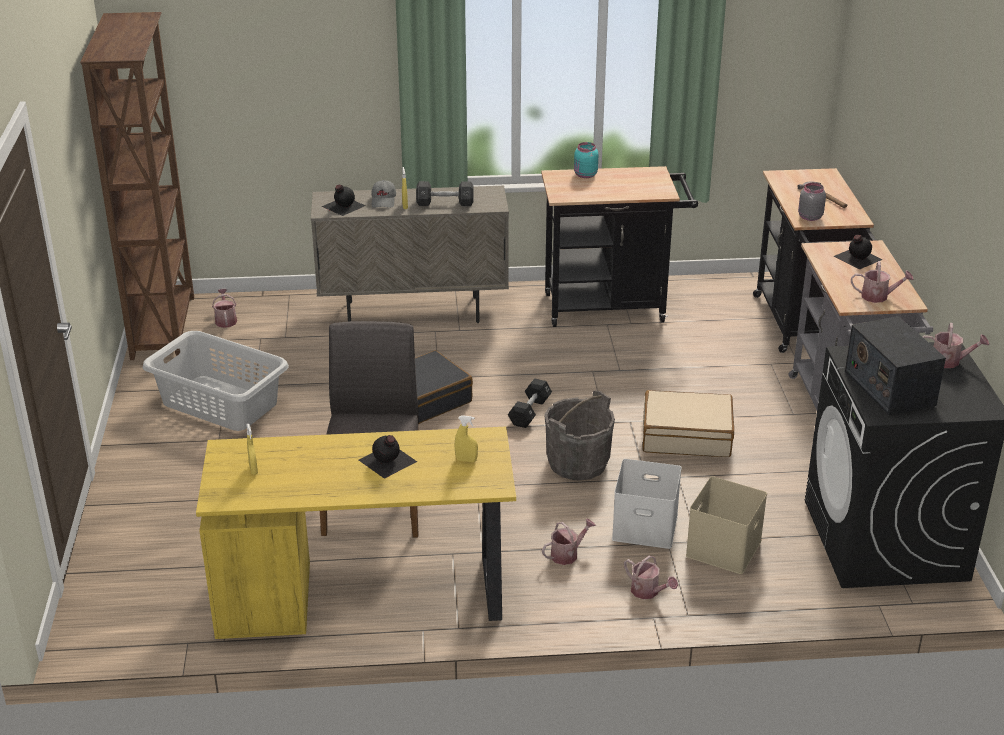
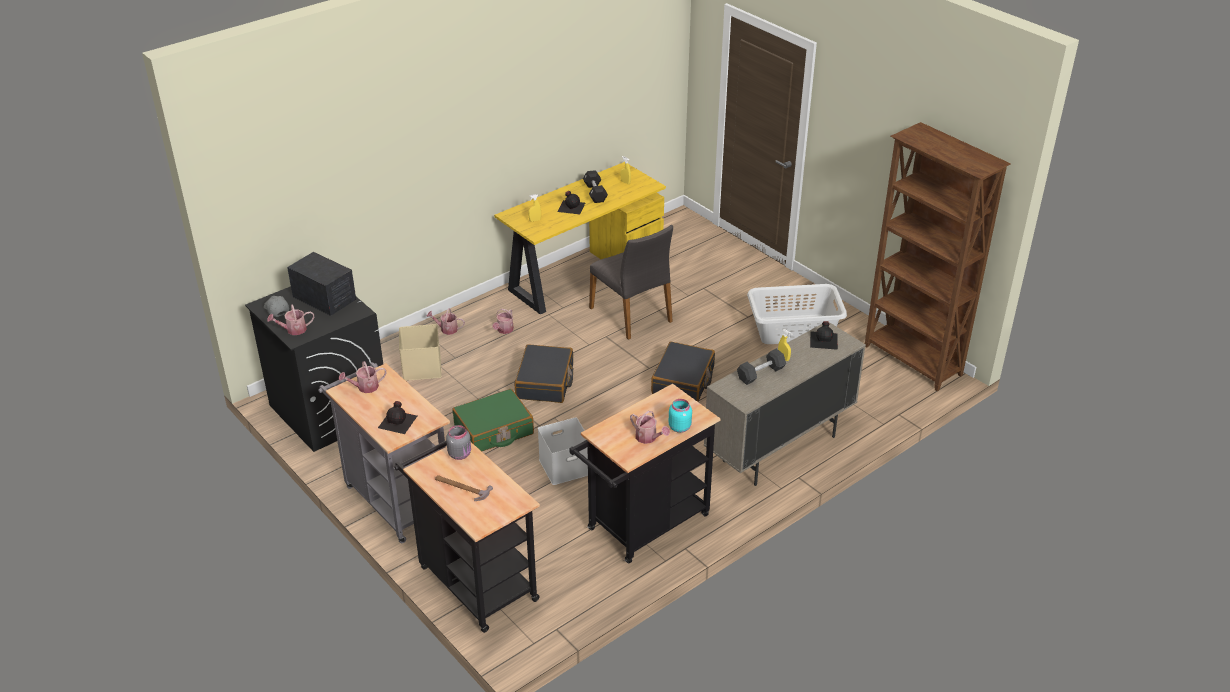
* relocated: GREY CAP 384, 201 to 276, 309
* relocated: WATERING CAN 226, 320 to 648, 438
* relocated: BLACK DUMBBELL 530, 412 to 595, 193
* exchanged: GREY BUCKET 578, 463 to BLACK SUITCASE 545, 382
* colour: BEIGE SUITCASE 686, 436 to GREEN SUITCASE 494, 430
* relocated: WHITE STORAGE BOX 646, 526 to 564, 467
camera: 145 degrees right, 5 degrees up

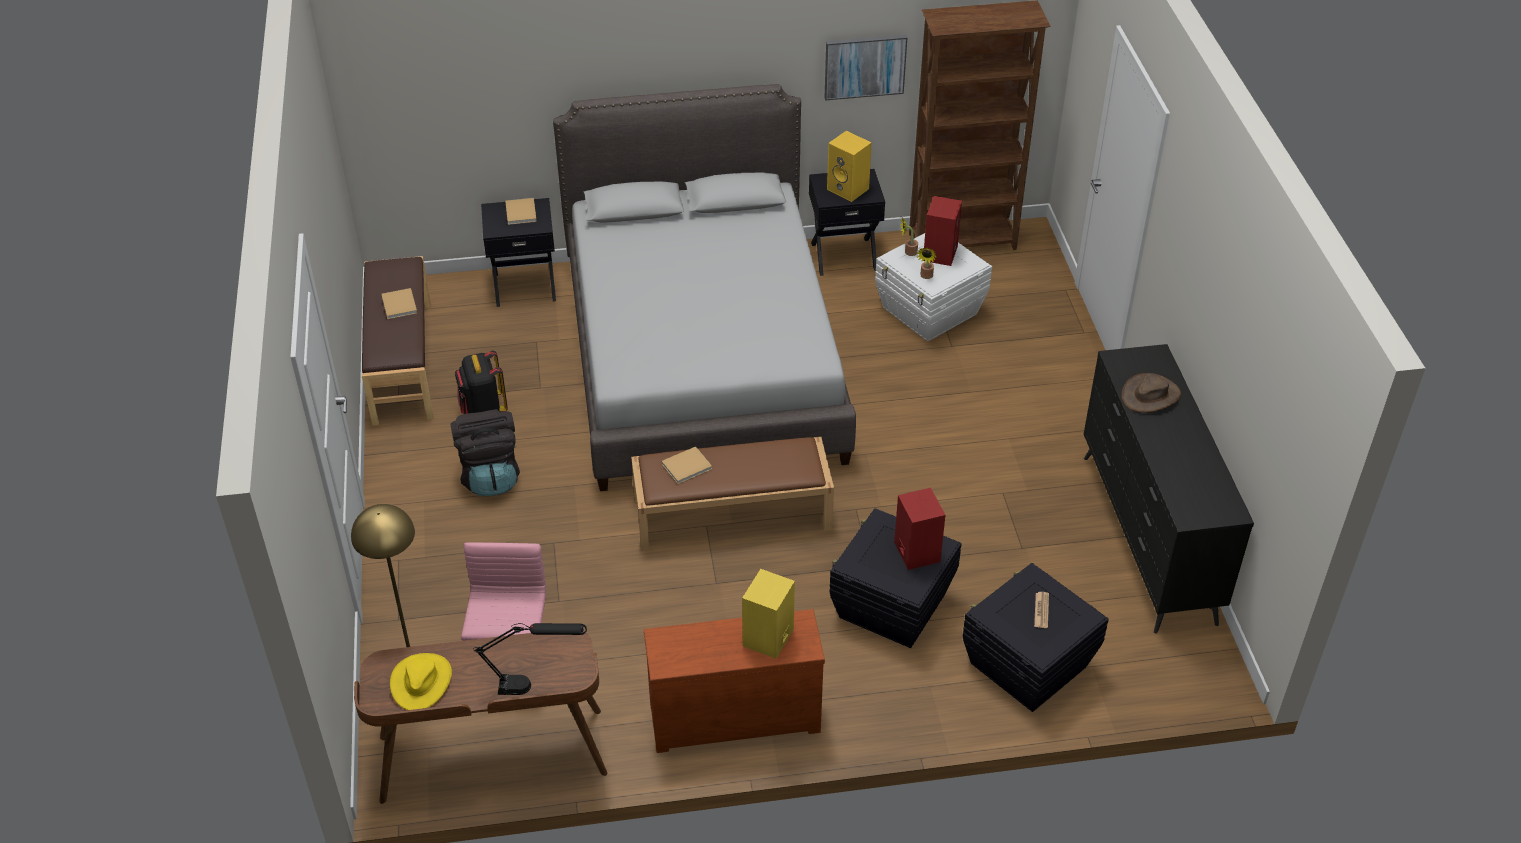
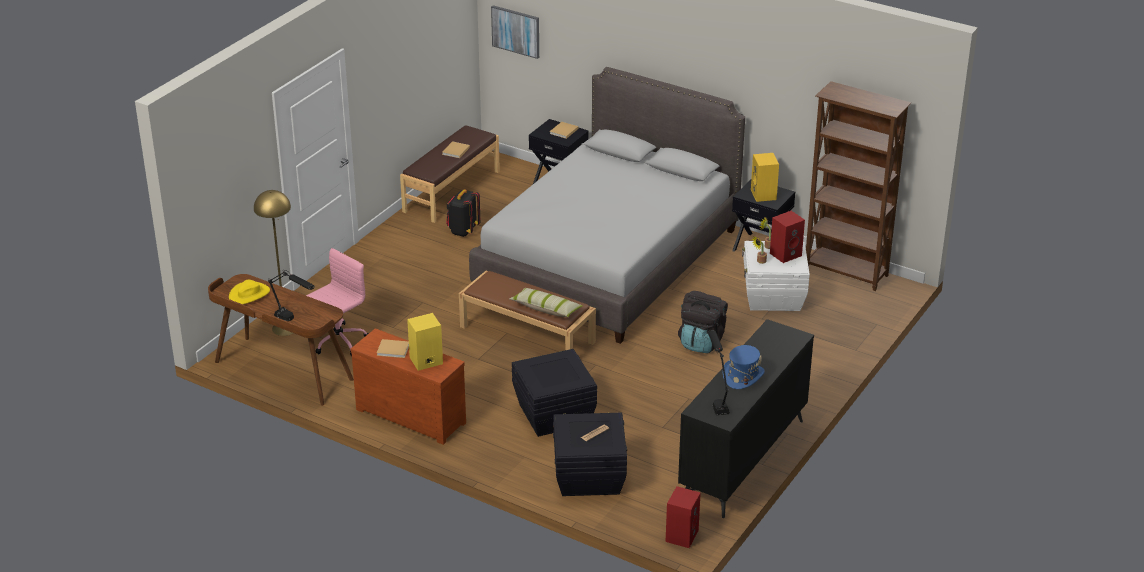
* relocated: PICTURE 864, 66 to 516, 31
* missing: BROWN HAT 1150, 395
* relocated: BLACK BACKPACK 490, 476 to 701, 342
* relocated: BEIGE BOOK 688, 466 to 394, 350
* relocated: RED SPEAKER 915, 551 to 681, 535
* appeared: PILLOW 546, 309
* appeared: BLACK TABLE LAMP 717, 399
* appeared: BLUE HAT 743, 376
camera: 40 degrees right, 10 degrees down

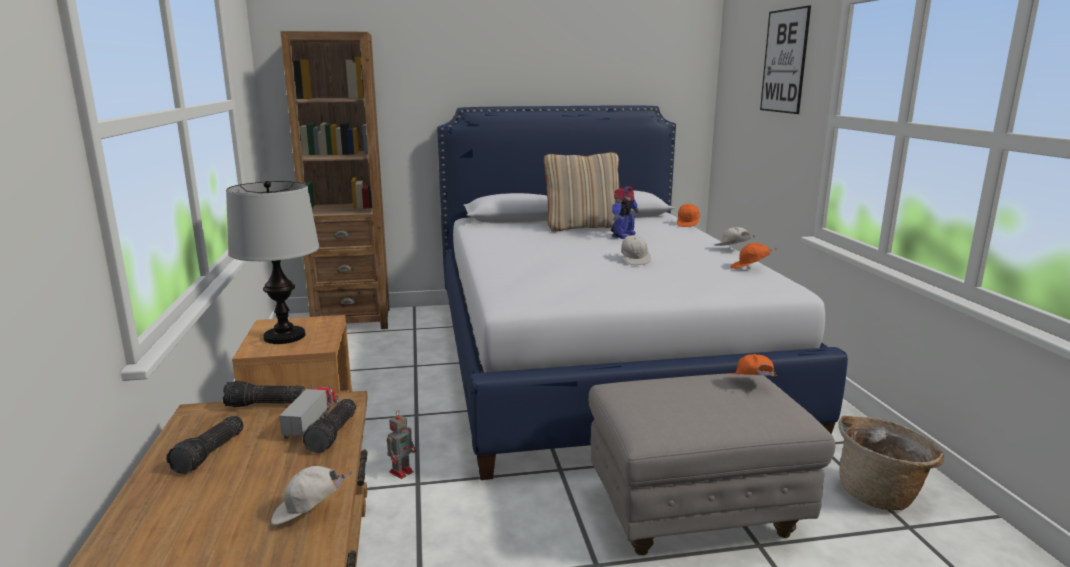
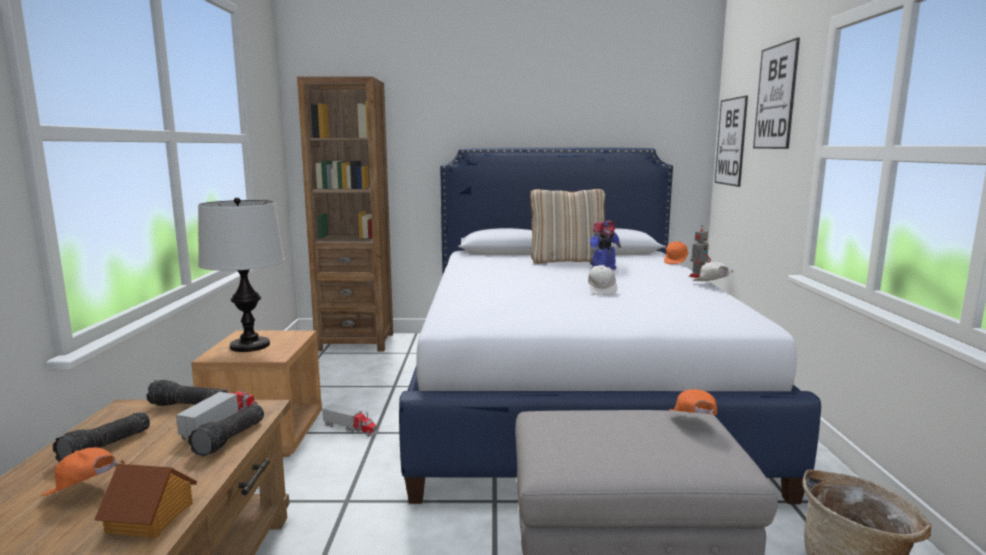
* relocated: ORANGE CAP 750, 268 to 84, 493
* relocated: TOY ROBOT 402, 471 to 698, 276
* exchanged: WHITE CAP 309, 513 to TOY HOUSE 151, 517
* appeared: PICTURE 731, 142
* appeared: TOY TRUCK 351, 428
camera: 10 degrees right, 5 degrees down

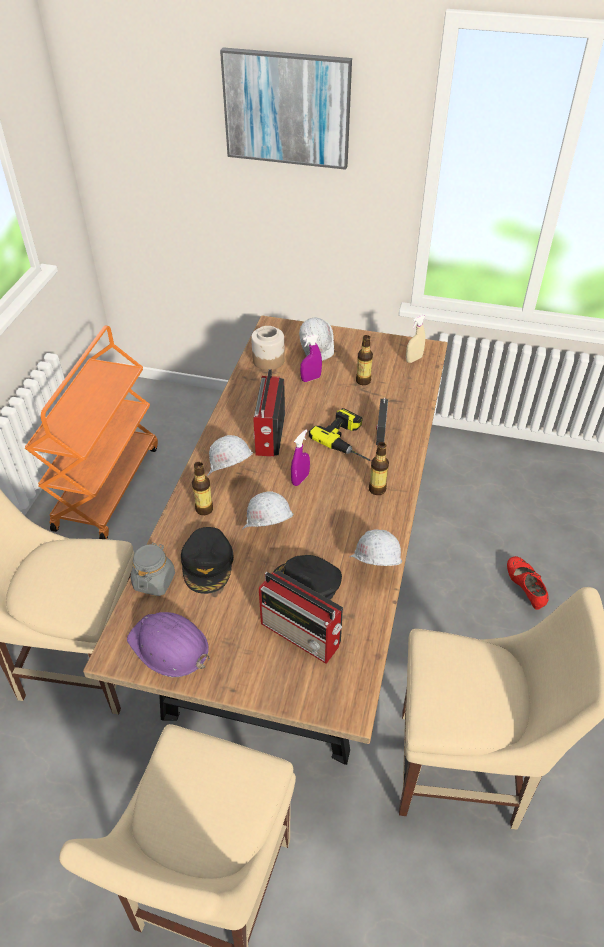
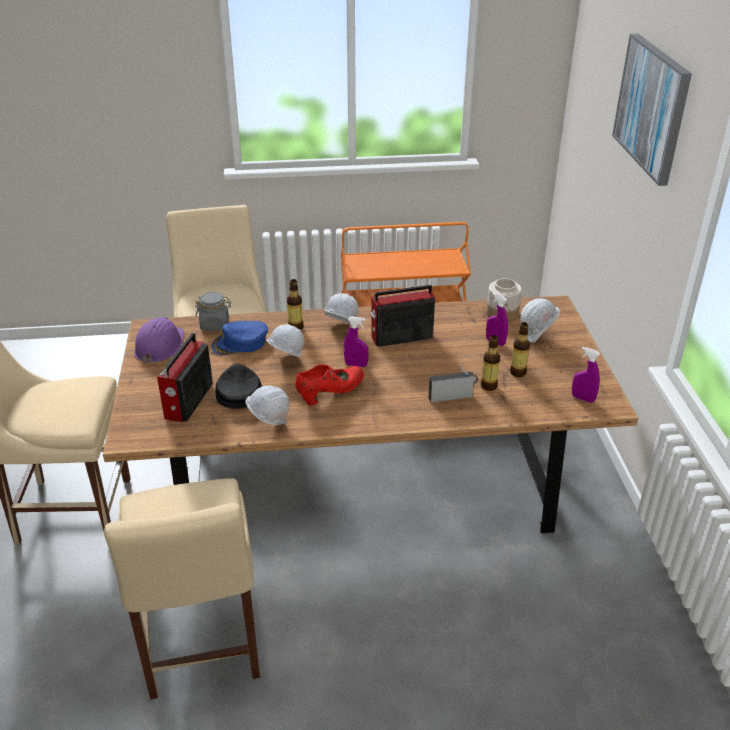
* colour: BEIGE SPRAY BOTTLE 414, 359 to PURPLE SPRAY BOTTLE 583, 398
* missing: POWER DRILL 350, 440
* relocated: BOTTLE 377, 489 to 488, 386
* colour: BLACK CAP 208, 564 to BLUE CAP 240, 343
* relocated: RED SHOE 524, 589 to 331, 393
camera: 70 degrees right, 10 degrees down

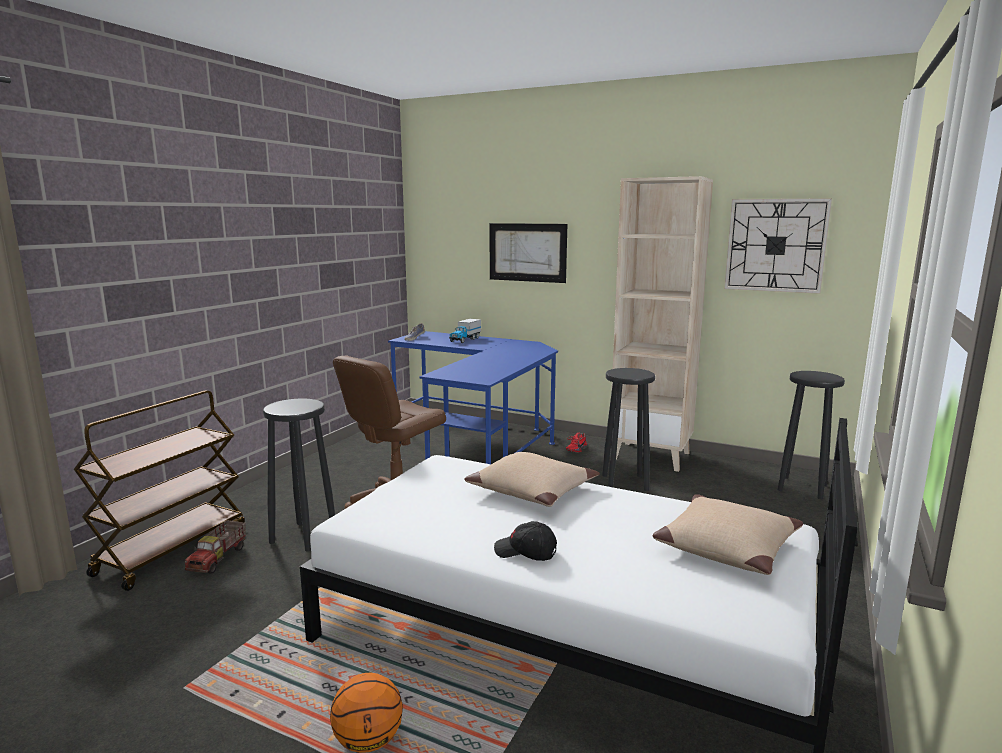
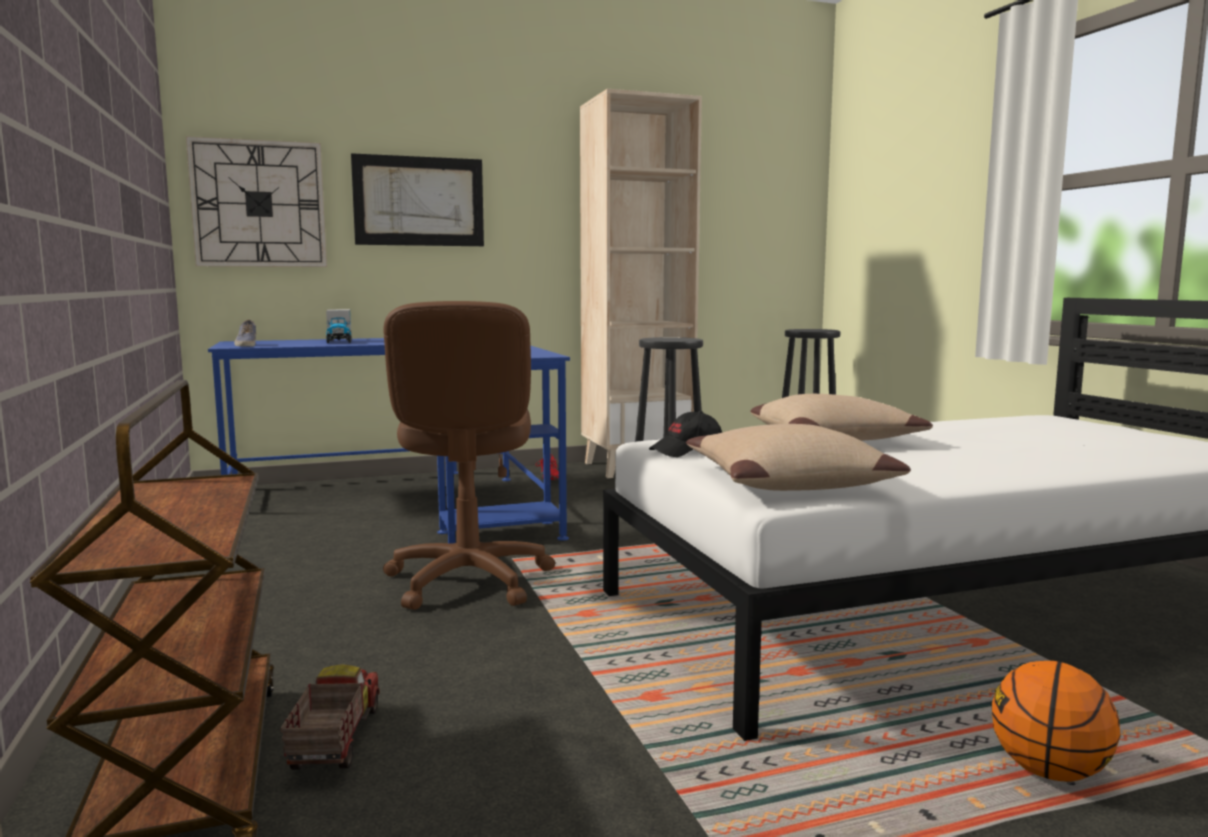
* relocated: WALL CLOCK 775, 245 to 259, 204
* missing: BLACK STOOL 304, 536
* relocated: BEIGE PILLOW 725, 546 to 787, 481
* spun: TOY TRUCK 219, 558 = 334, 740 150 degrees counterclockwise
* relocated: BLACK CAP 525, 552 to 687, 451
camera: 45 degrees left, 5 degrees down

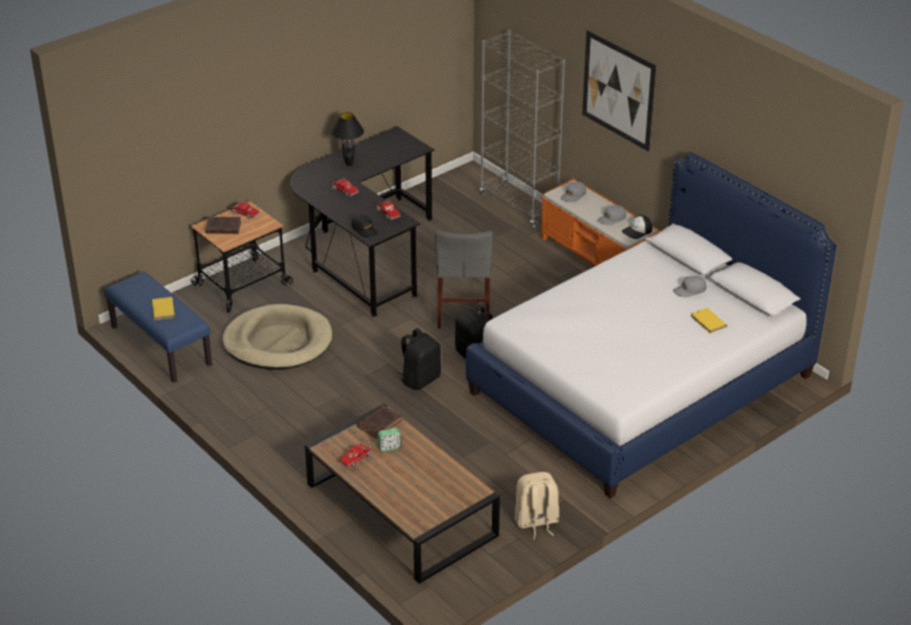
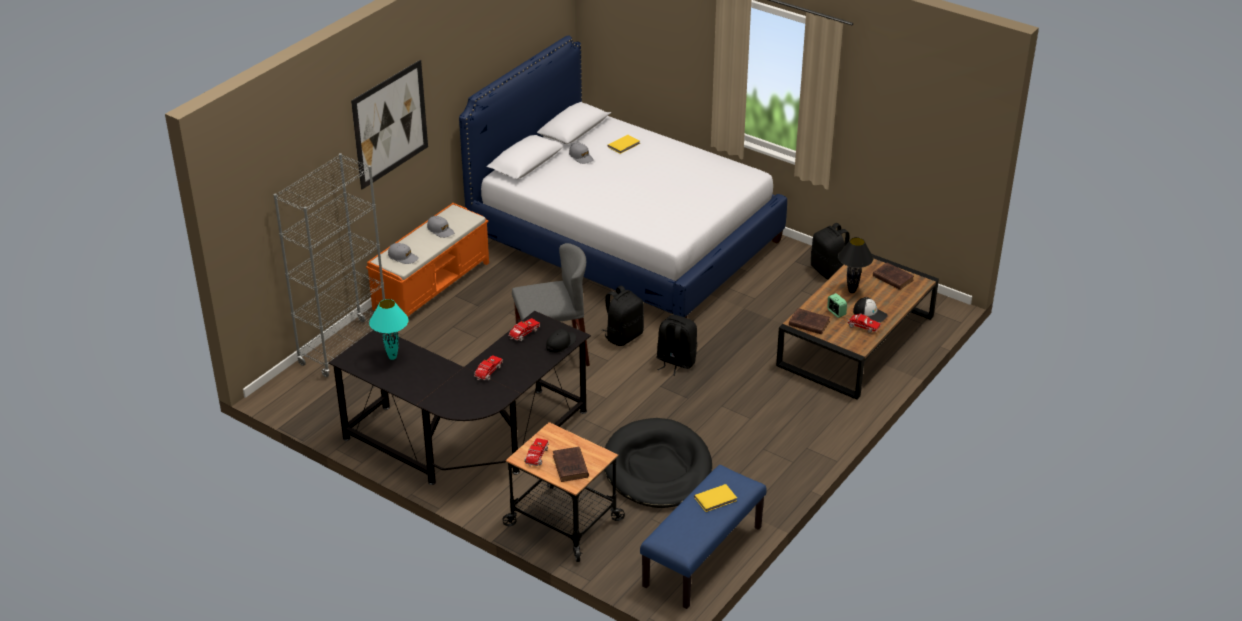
* relocated: BLACK TABLE LAMP 349, 164 to 851, 291
* relocated: CAP 637, 231 to 870, 314
* colour: BEIGE DOG BED 278, 342 to BLACK DOG BED 657, 468
* colour: BEIGE BACKPACK 536, 522 to BLACK BACKPACK 828, 271
* appeared: BROWN BOOK 892, 278
* appeared: TURQUOISE TABLE LAMP 393, 357
camera: 105 degrees left, 0 degrees up

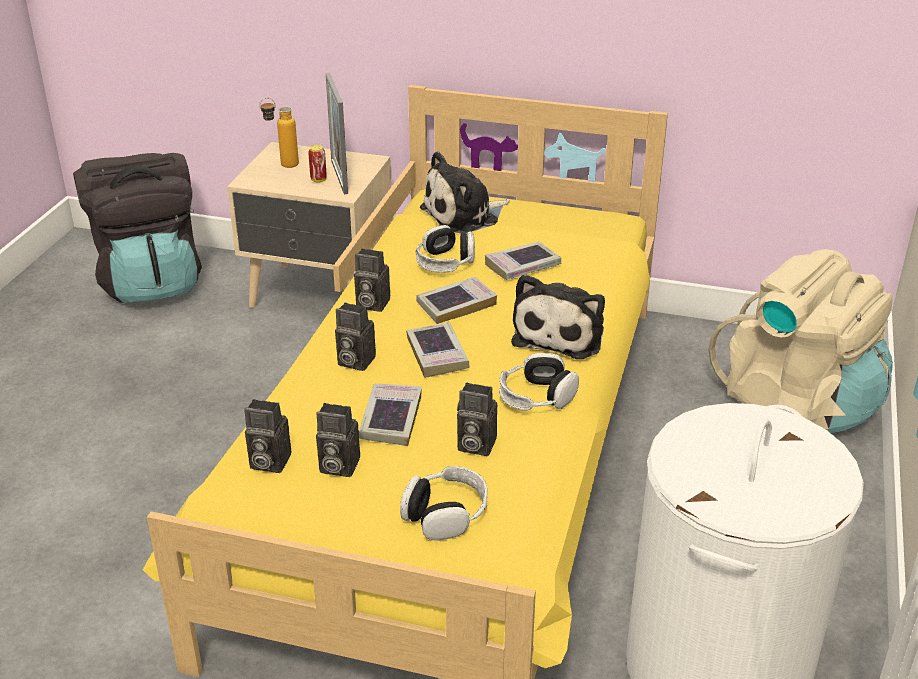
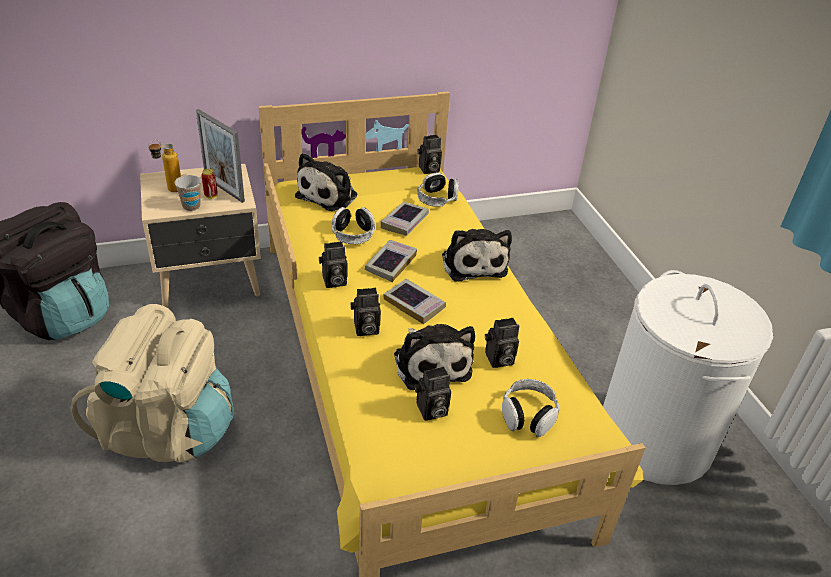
* relocated: BEIGE BACKPACK 797, 401 to 167, 430
* relocated: HEADPHONES 536, 397 to 437, 198
* exchanged: BOOK 390, 419 to PLUSH TOY 431, 362
* relocated: PHOTO CAMERA 267, 462 to 428, 170
* appeared: CUP 191, 206
camera: 35 degrees left, 5 degrees up

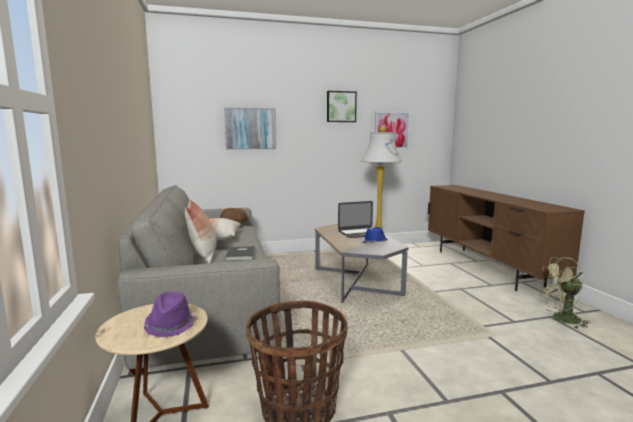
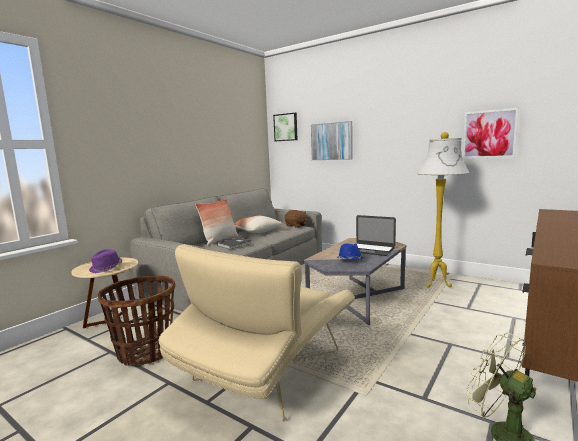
* relocated: PICTURE 341, 106 to 286, 127
* appeared: BEIGE ARMCHAIR 264, 373
camera: 50 degrees right, 0 degrees up

